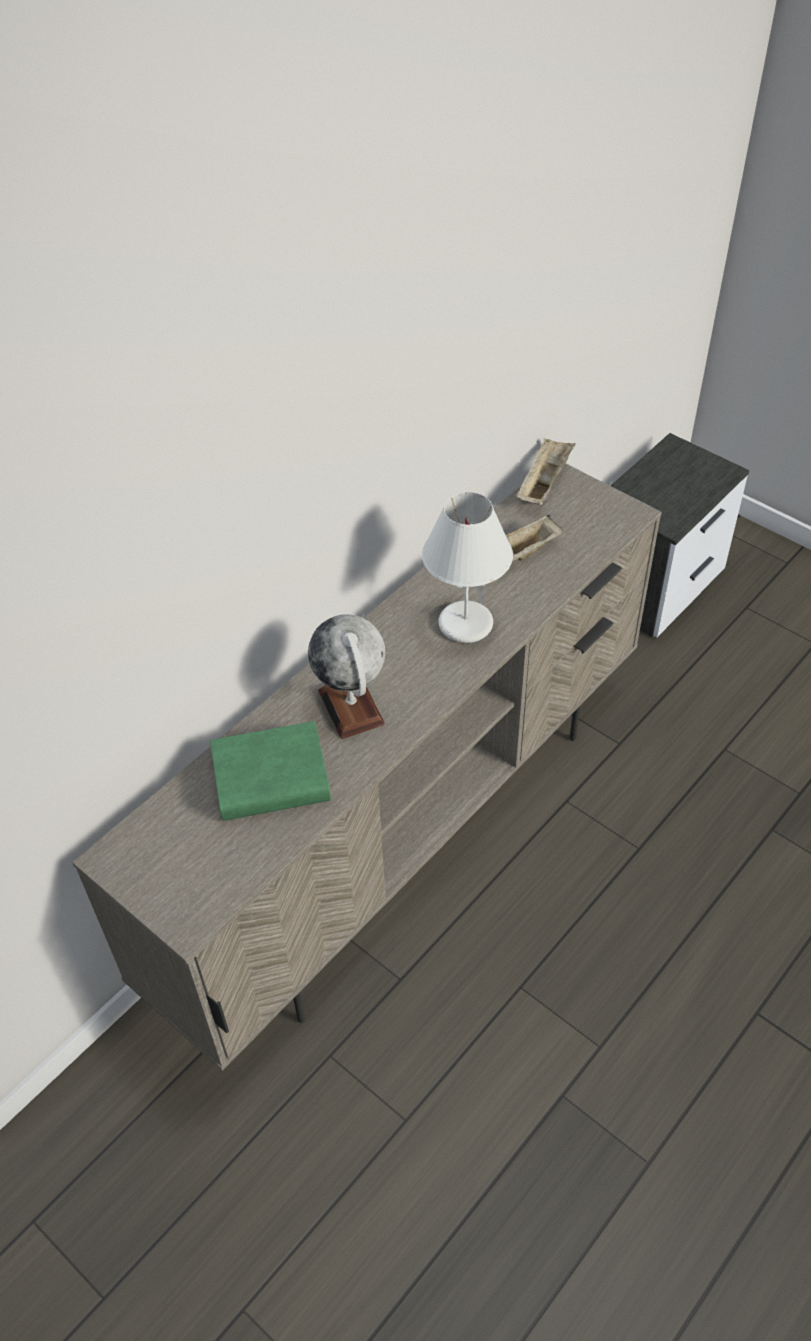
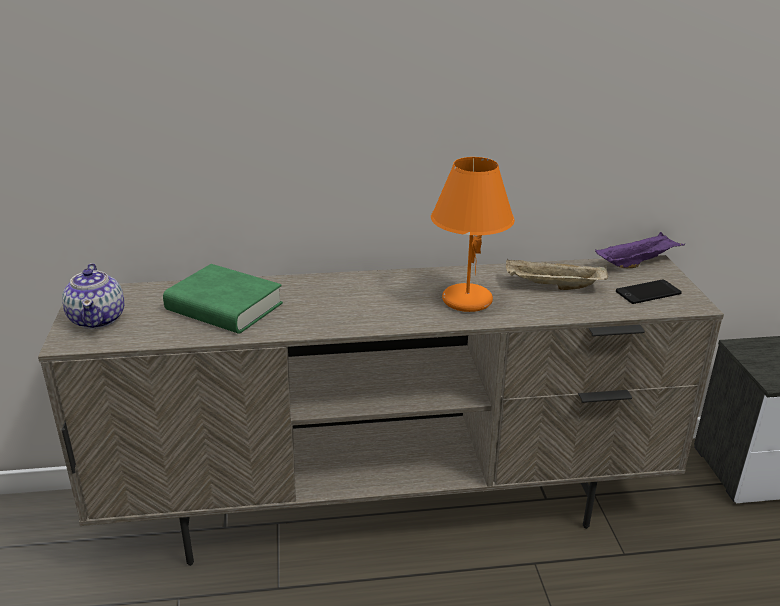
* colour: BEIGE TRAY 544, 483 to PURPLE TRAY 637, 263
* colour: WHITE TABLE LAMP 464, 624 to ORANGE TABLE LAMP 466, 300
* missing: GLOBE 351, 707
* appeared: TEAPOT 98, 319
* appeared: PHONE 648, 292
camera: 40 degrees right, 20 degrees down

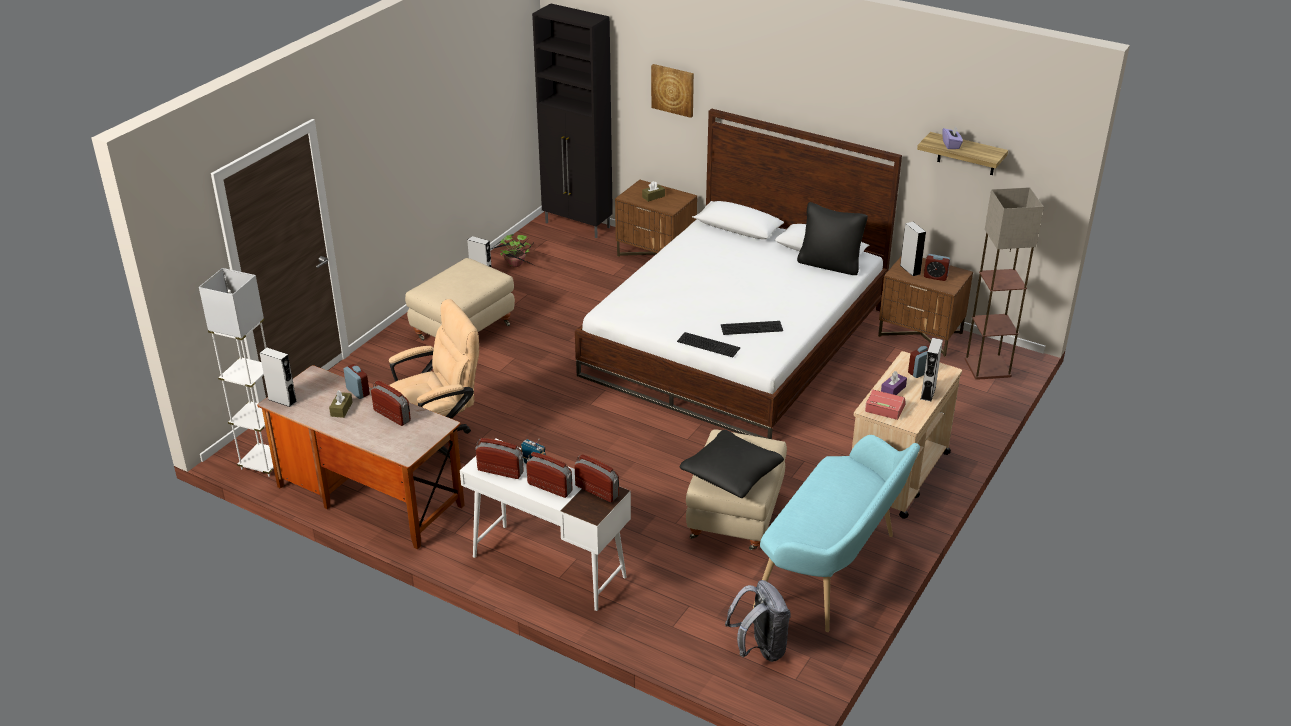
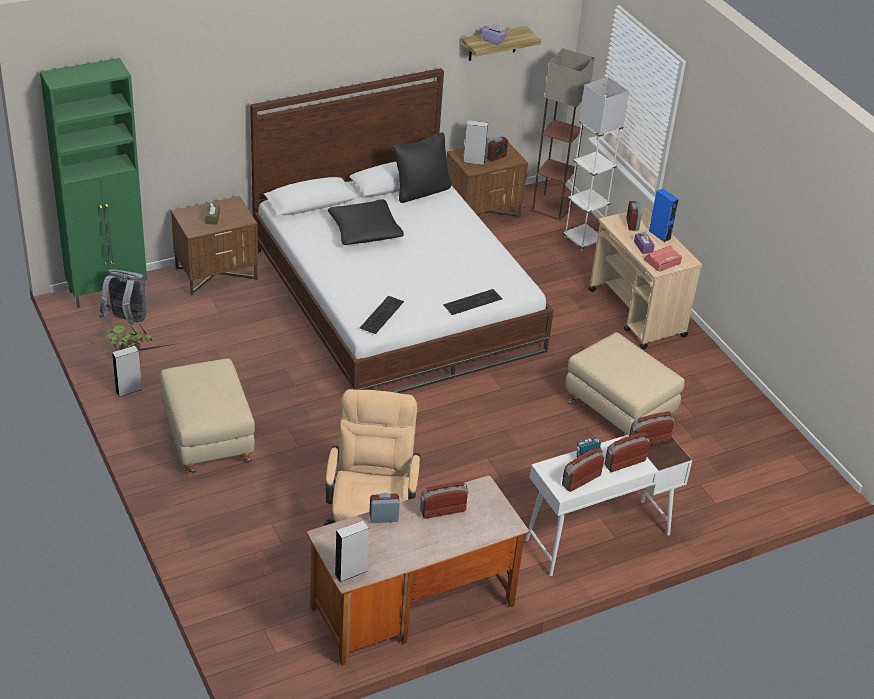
* colour: BLACK CABINET 578, 225 to GREEN CABINET 108, 292
* missing: PICTURE 673, 90
* relocated: WHITE FLOOR LAMP 264, 463 to 583, 240
* relocated: KEYBOARD 752, 327 to 381, 314
* colour: GREY SPEAKER 928, 392 to BLUE SPEAKER 659, 235
* missing: BROWN TISSUE BOX 341, 409
* relocated: BLACK PILLOW 731, 474 to 365, 231
* missing: TURQUOISE BENCH 833, 572
* relocated: GREY BACKPACK 759, 649 to 126, 320
camera: 60 degrees left, 5 degrees up

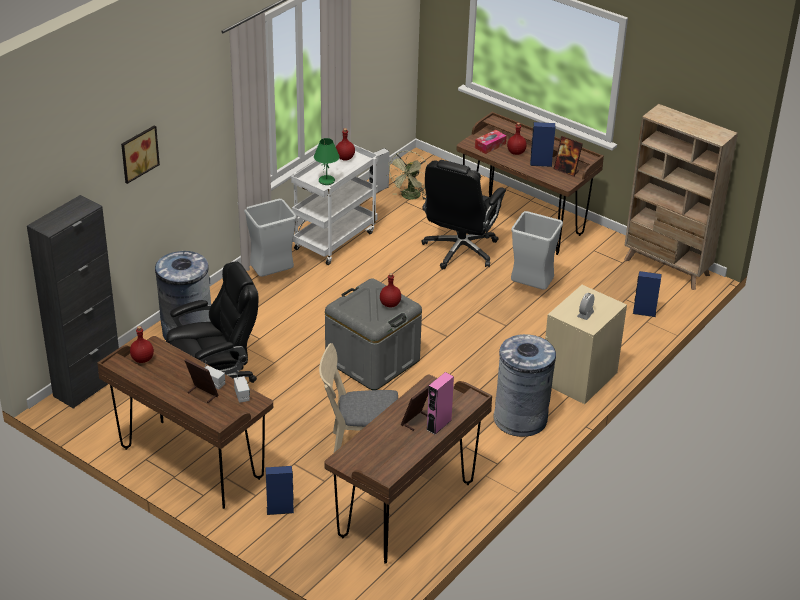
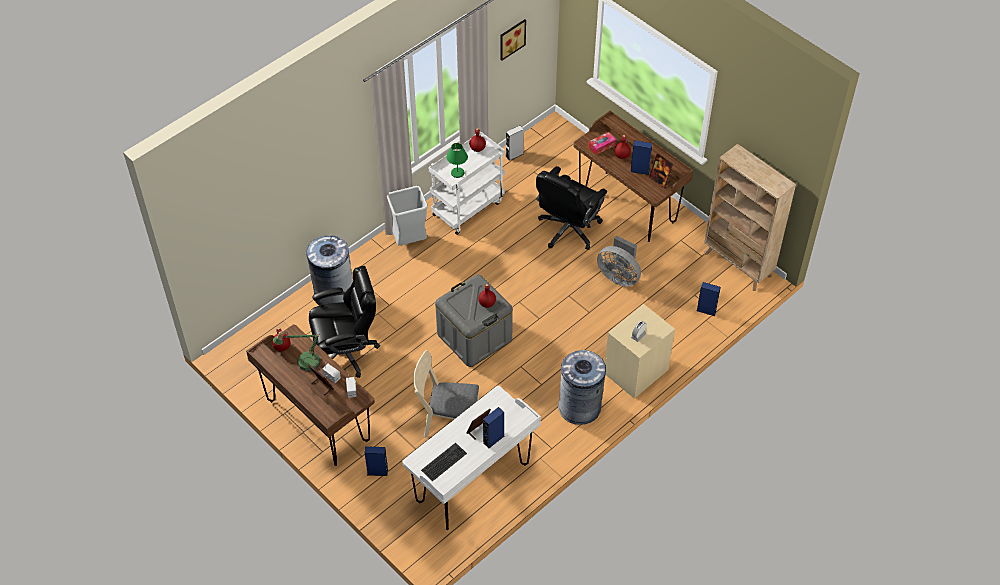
* relocated: PICTURE 138, 153 to 511, 38
* missing: GREEN FAN 409, 197
* missing: BLACK CABINET 87, 385
* exchanged: GREY TRASH CAN 531, 288 to GREY FAN 619, 276
* colour: PINK SPEAKER 439, 425 to BLUE SPEAKER 493, 439
* colour: BROWN DESK 407, 511 to WHITE DESK 473, 484
* appeared: TABLE LAMP 304, 362
* appeared: KEYBOARD 444, 462
camera: 10 degrees right, 15 degrees up

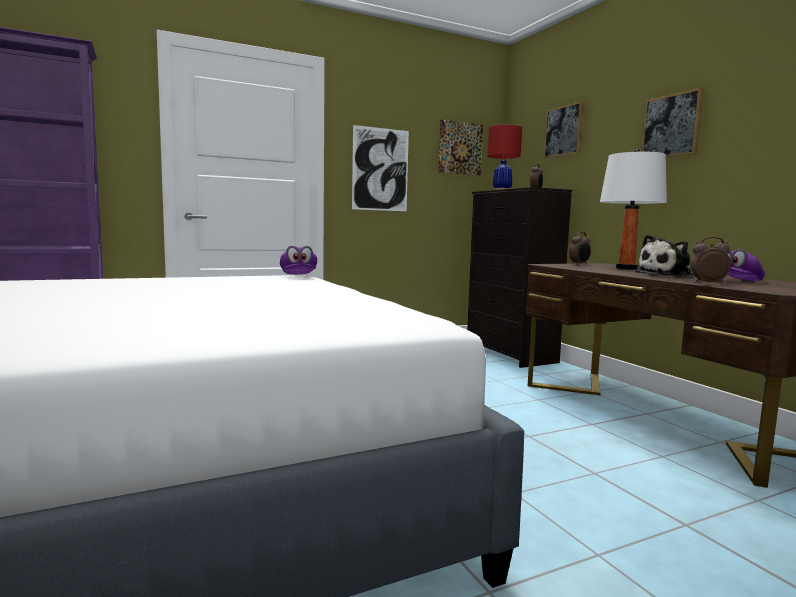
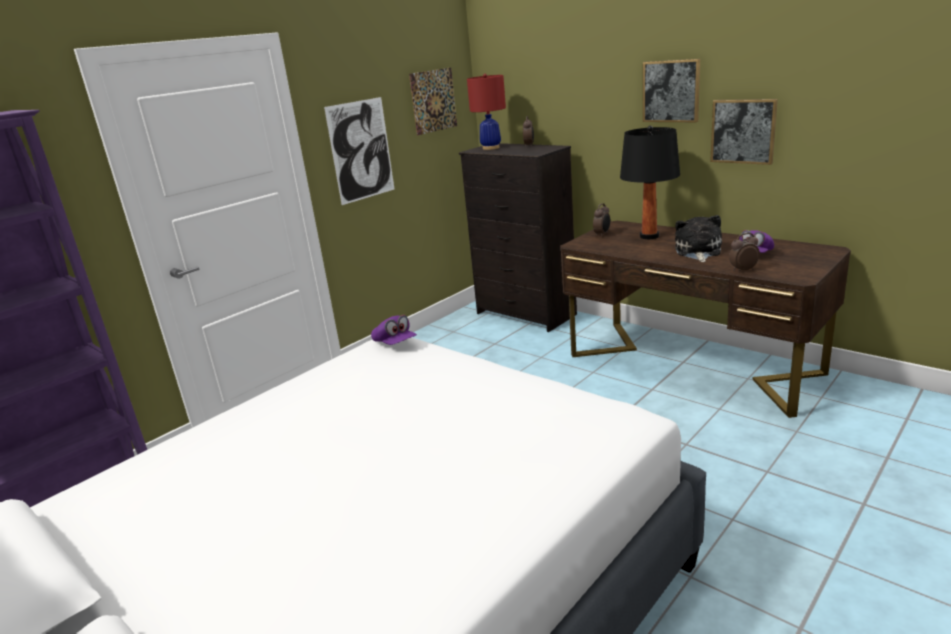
* relocated: PICTURE 564, 131 to 743, 131
* colour: WHITE TABLE LAMP 626, 268 to BLACK TABLE LAMP 649, 236
* spun: PLUSH TOY 668, 275 = 697, 252 150 degrees clockwise
camera: 20 degrees left, 15 degrees up

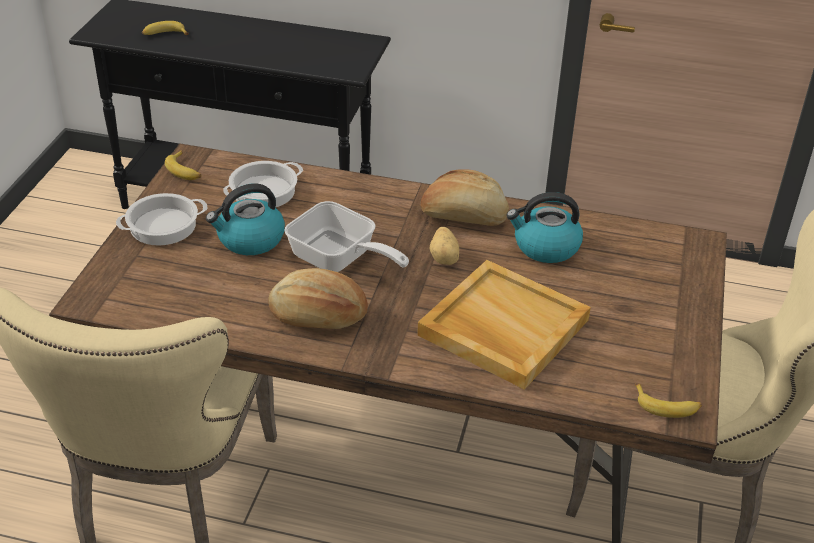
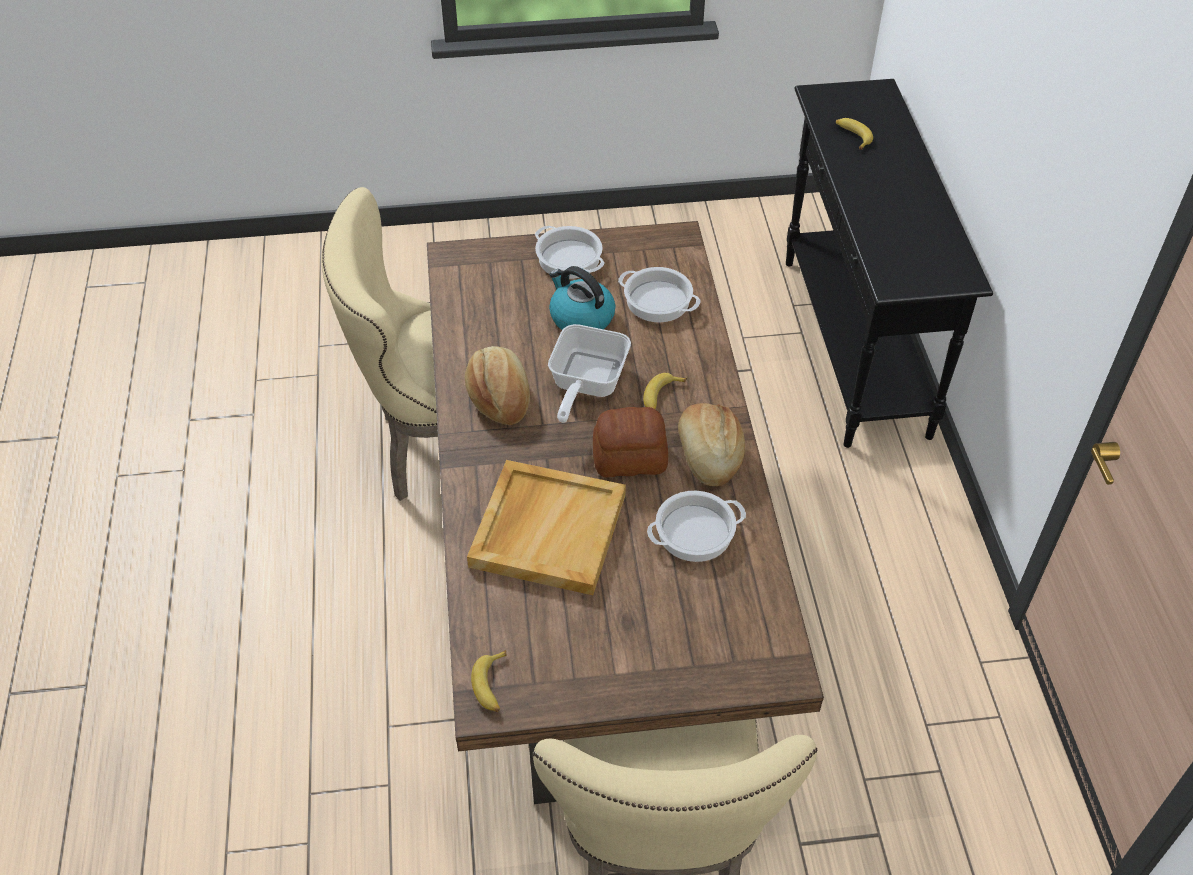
* relocated: BANANA 185, 171 to 661, 397
* exchanged: KETTLE 545, 247 to COOKING POT 694, 533
* exchanged: POTATO 445, 258 to BREAD 630, 458
camera: 70 degrees right, 10 degrees up

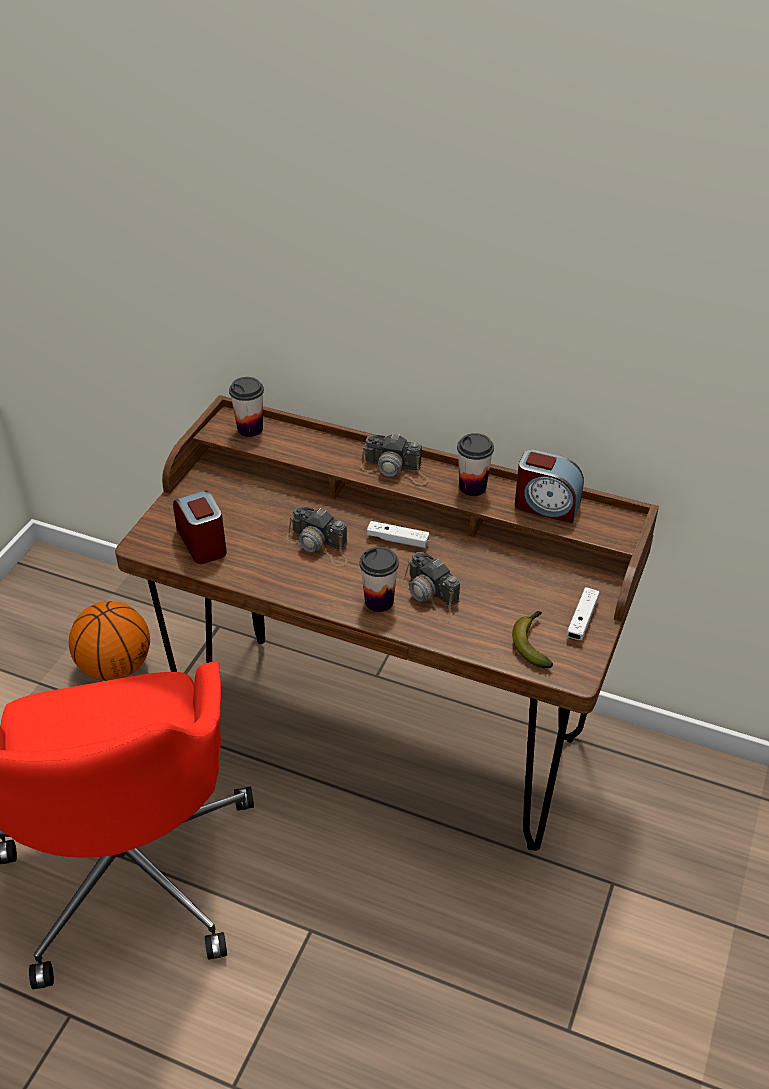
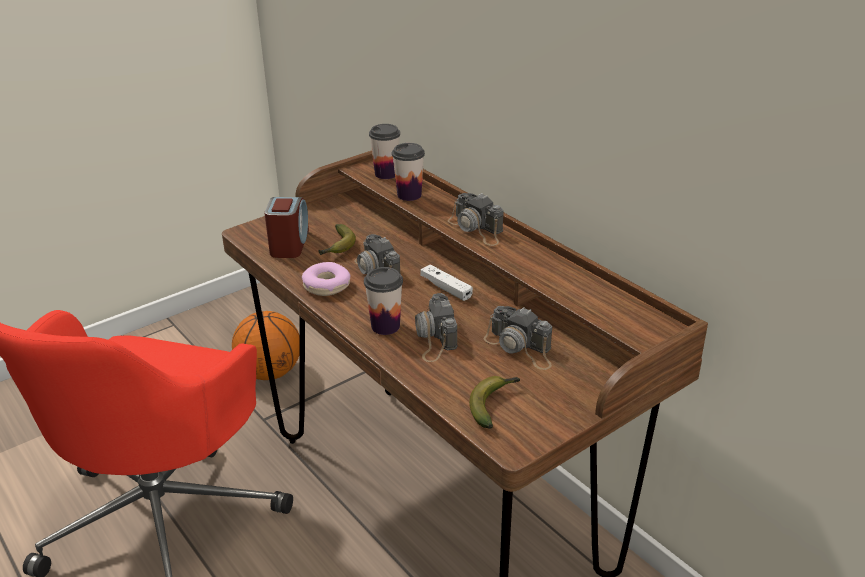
* relocated: CUP 472, 487 to 409, 195
* missing: ALARM CLOCK 546, 506
* missing: WHITE GAME CONTROLLER 582, 619
* appeared: BANANA 337, 247
* appeared: DONUT 326, 286
* appeared: PHOTO CAMERA 520, 348
camera: 30 degrees right, 10 degrees down

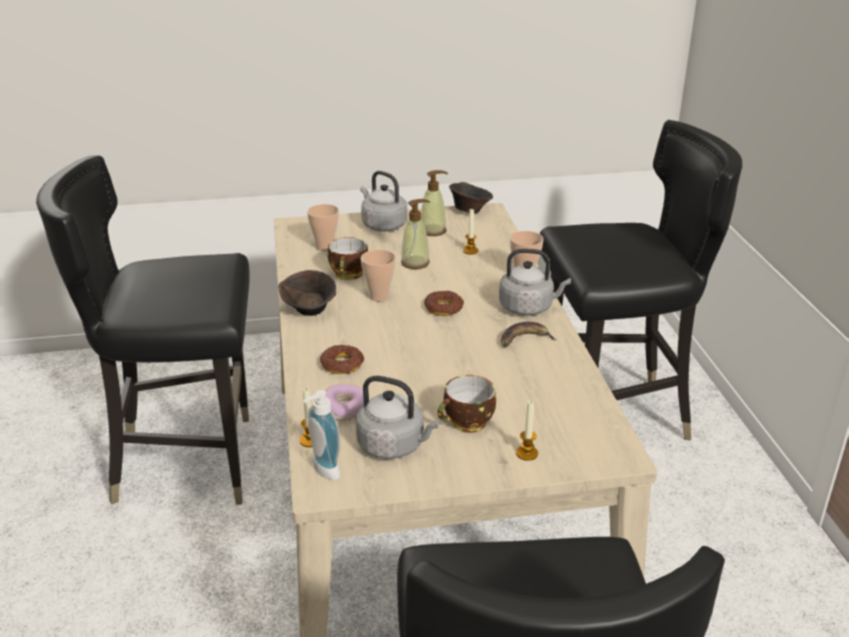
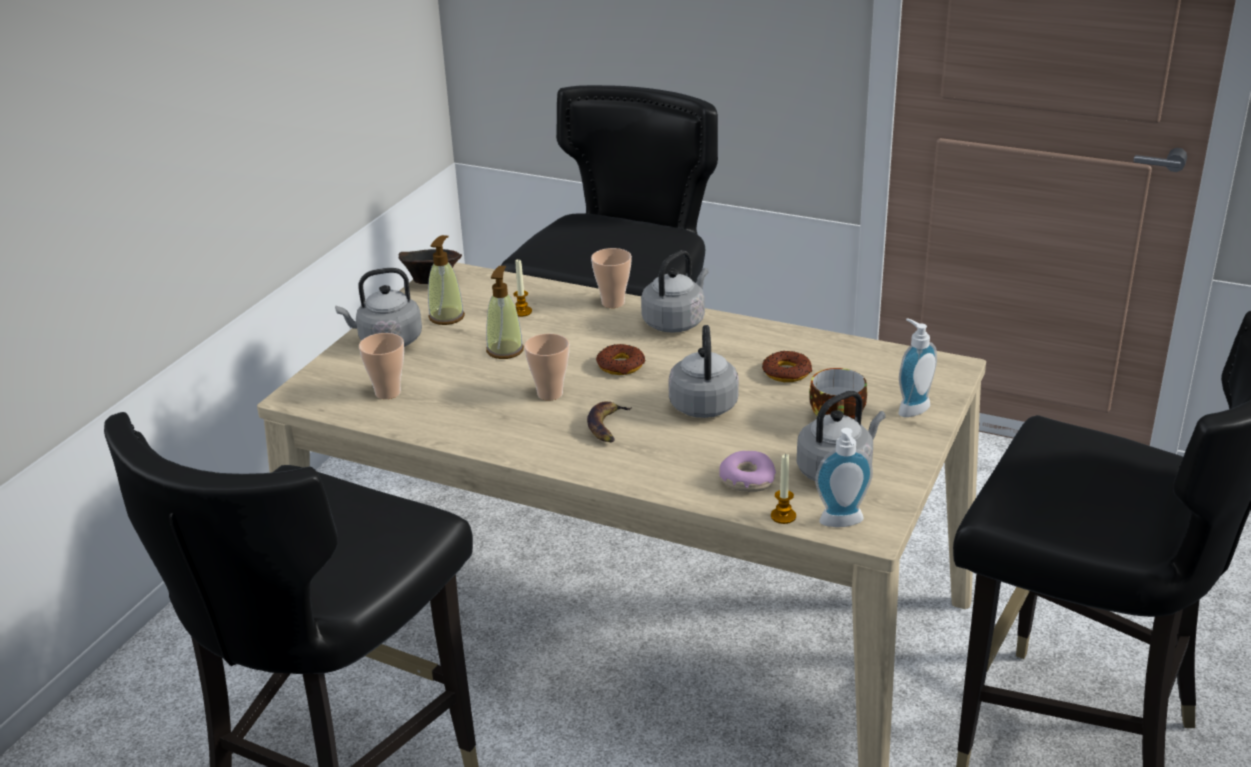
* missing: CUP 349, 274
* missing: BROWN BOWL 310, 311
* relocated: BANANA 524, 339 to 607, 426
* relocated: DONUT 342, 364 to 787, 372
* exchanged: CANDLE 527, 453 to SOAP DISPENSER 910, 407
* appeared: GREY KETTLE 703, 404
camera: 55 degrees left, 0 degrees up

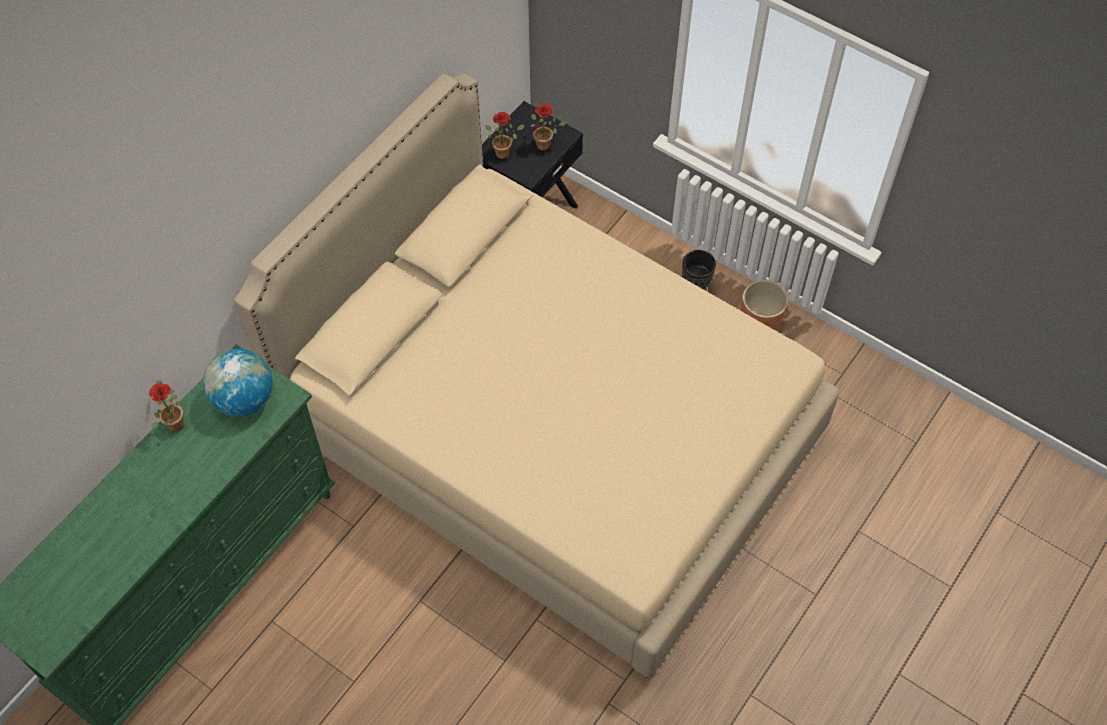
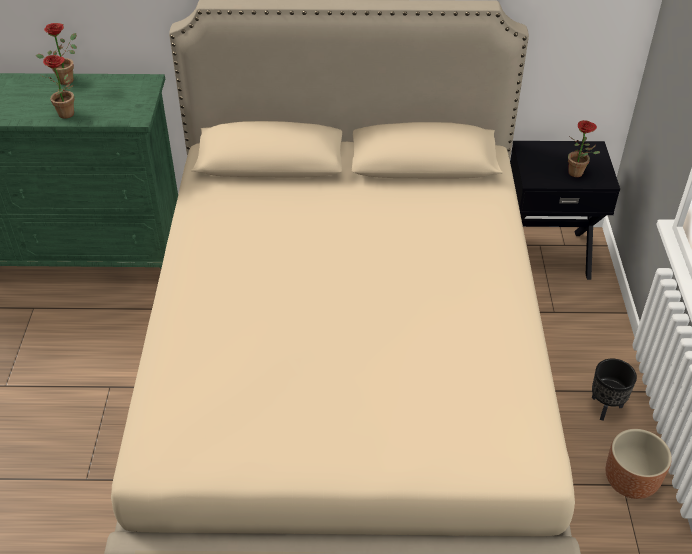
* relocated: POTTED PLANT 505, 152 to 69, 115
* missing: GLOBE 244, 399
camera: 55 degrees right, 15 degrees down

